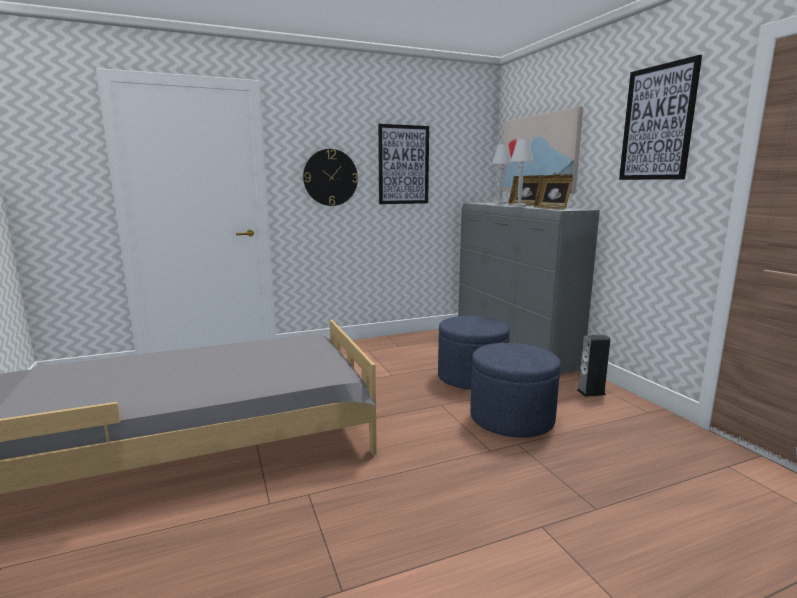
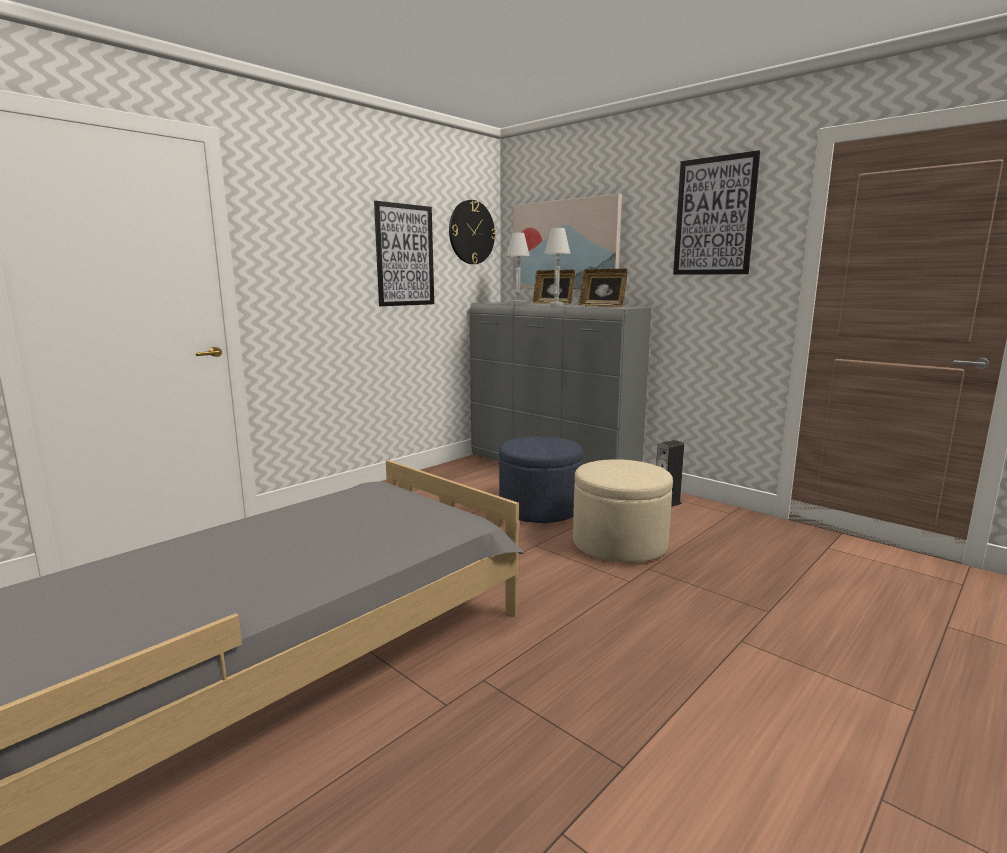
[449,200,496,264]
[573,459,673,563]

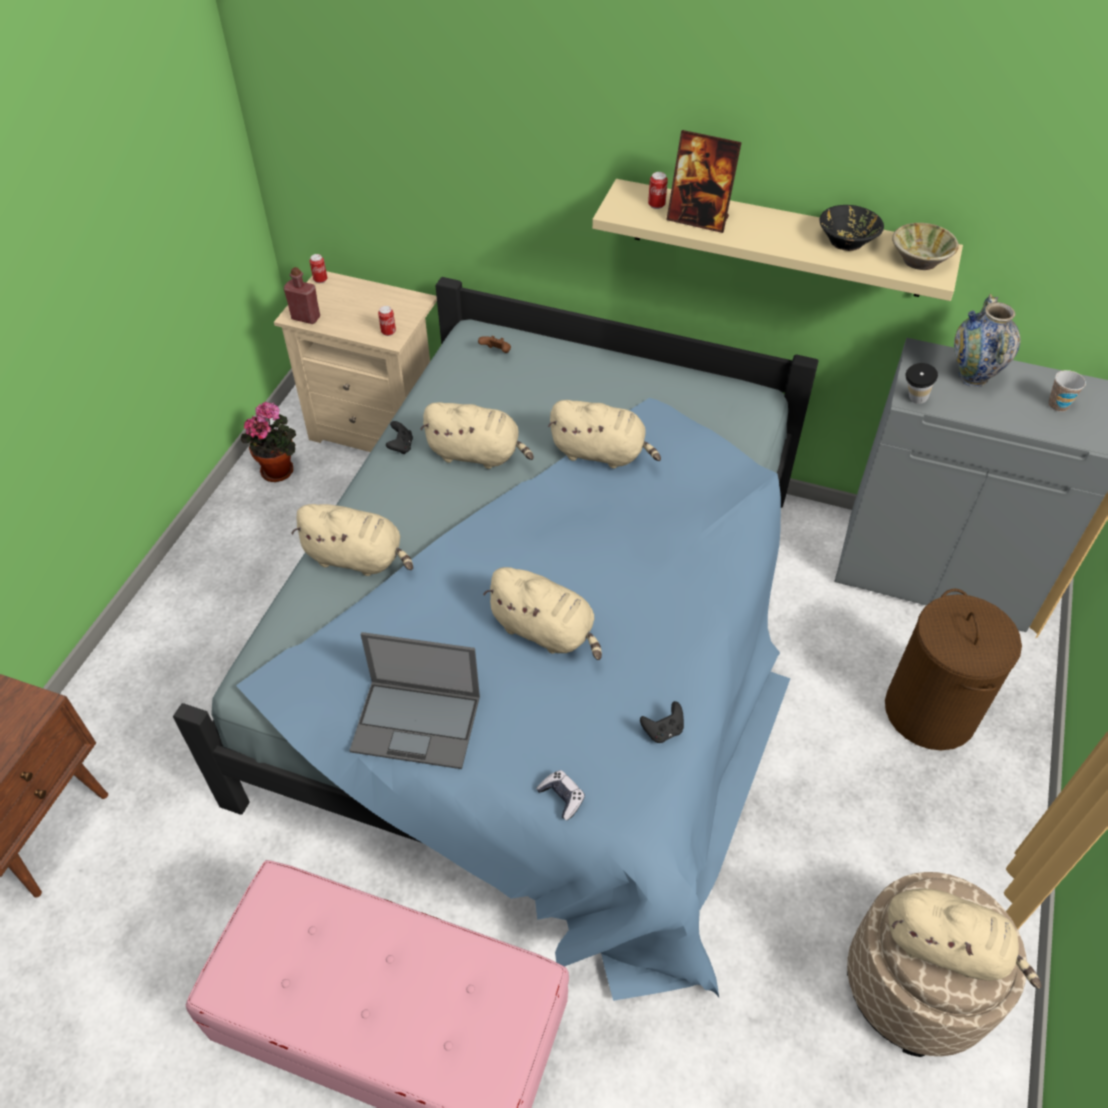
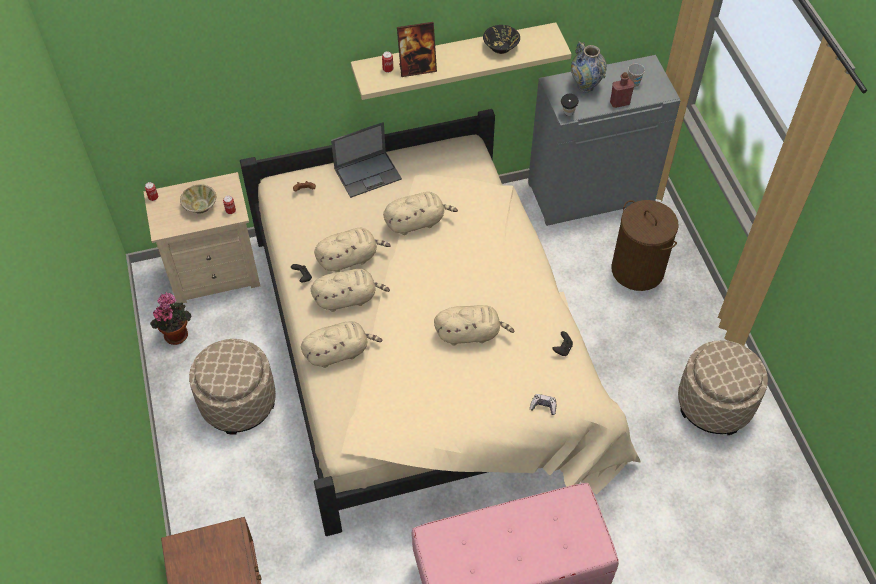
[180,184,216,214]
[189,339,276,435]
[240,109,641,536]
[311,269,390,312]
[331,122,402,198]
[610,72,634,108]

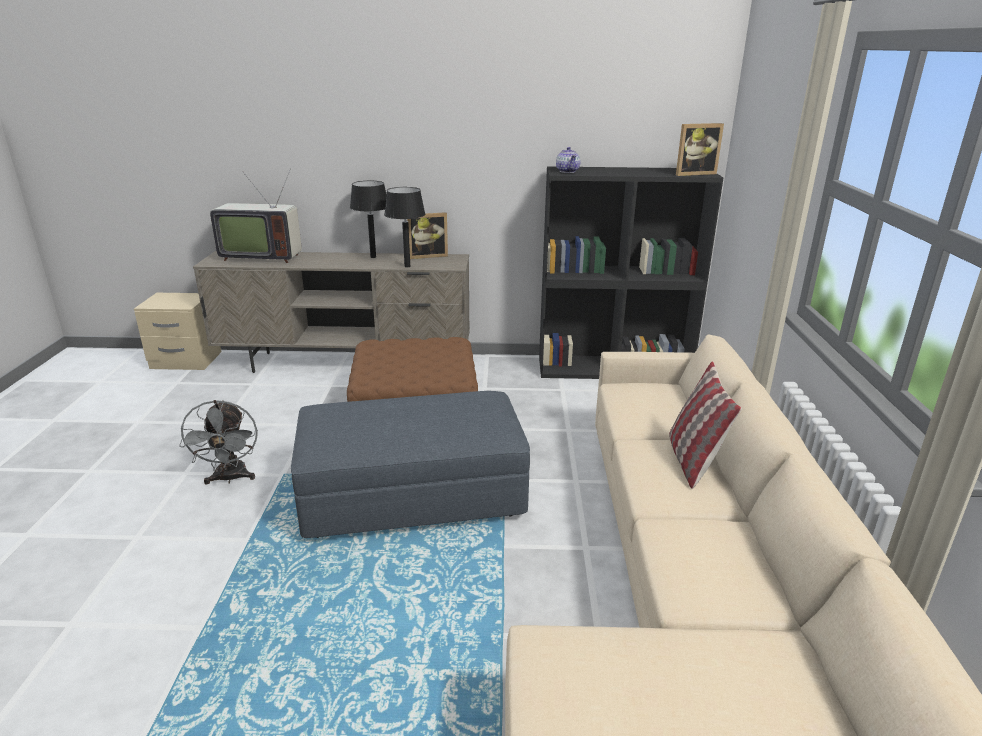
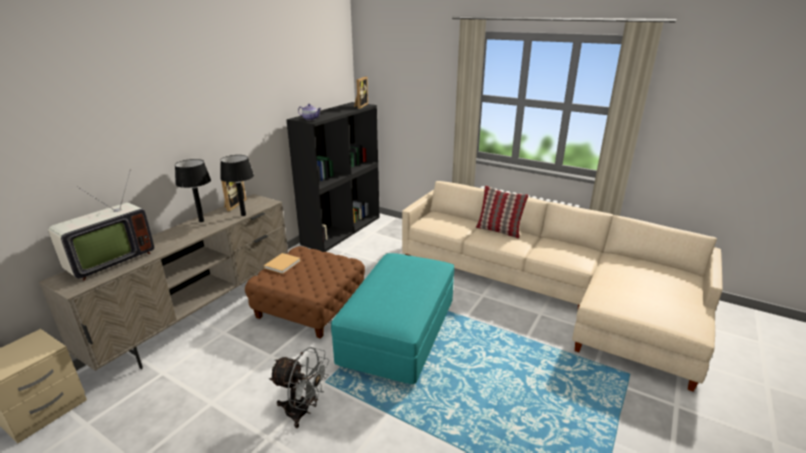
[264,253,300,274]
[331,253,454,384]

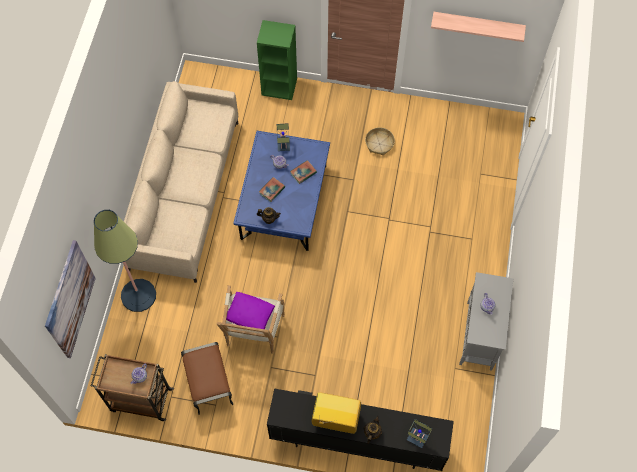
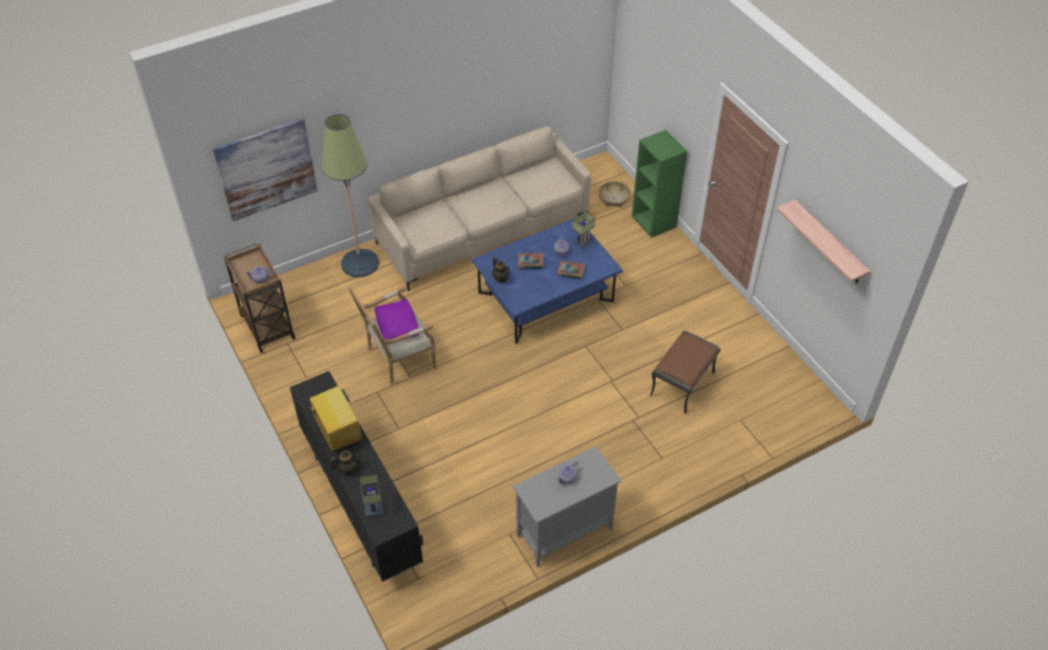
[599,181,631,207]
[650,331,721,414]

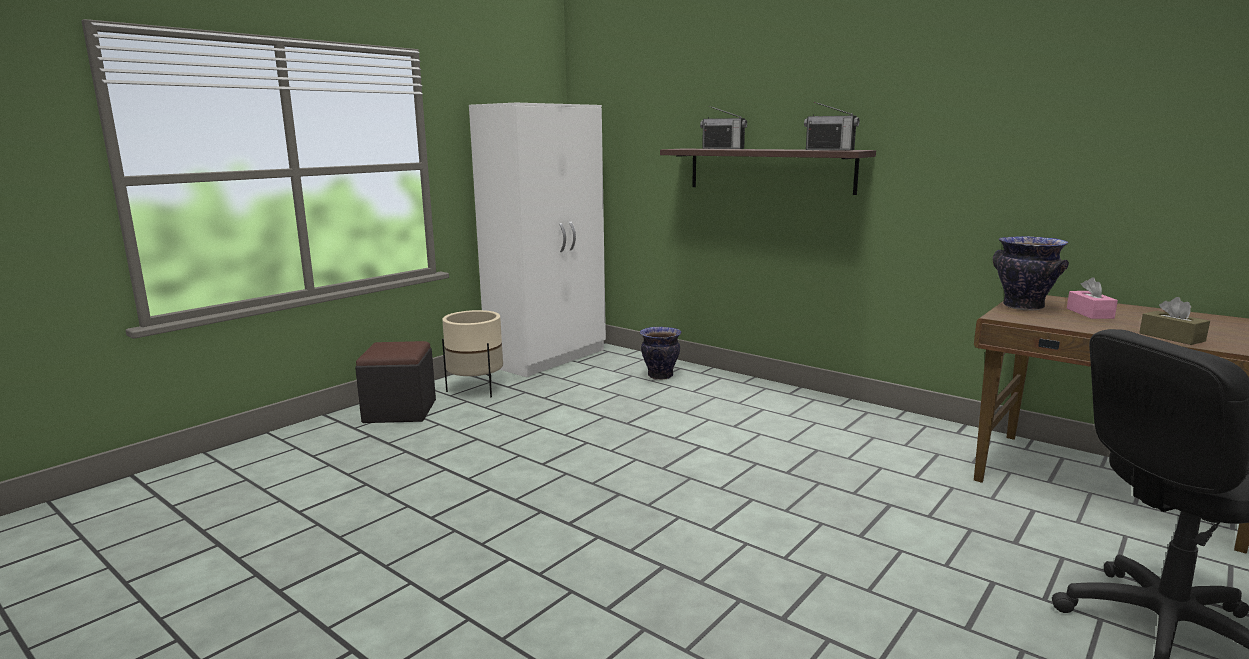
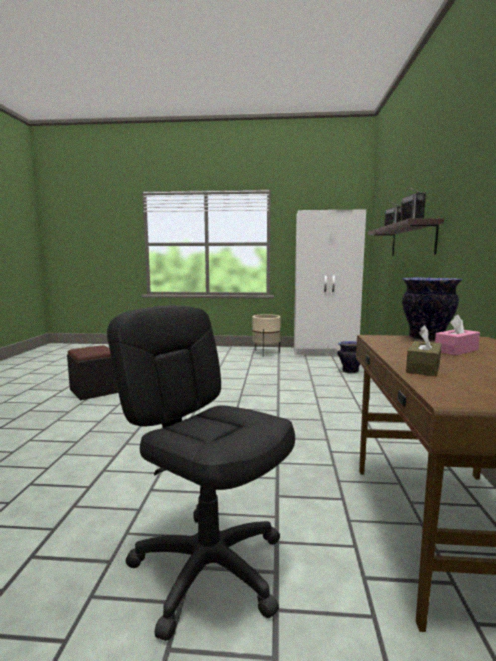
[67,345,118,400]

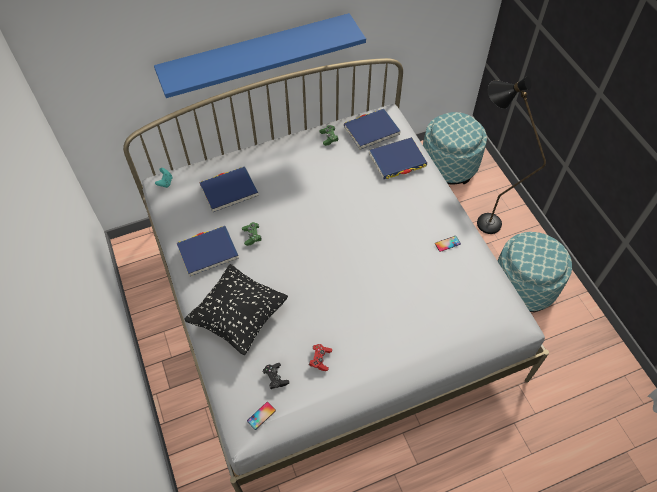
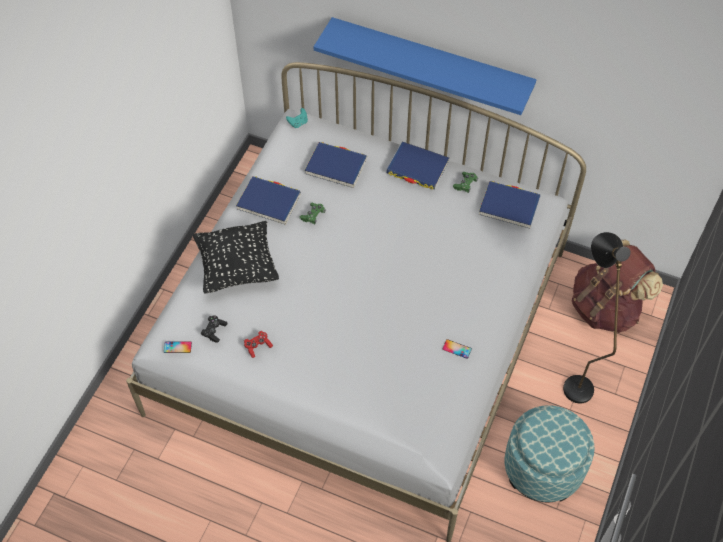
[386,142,449,190]
[572,239,663,333]

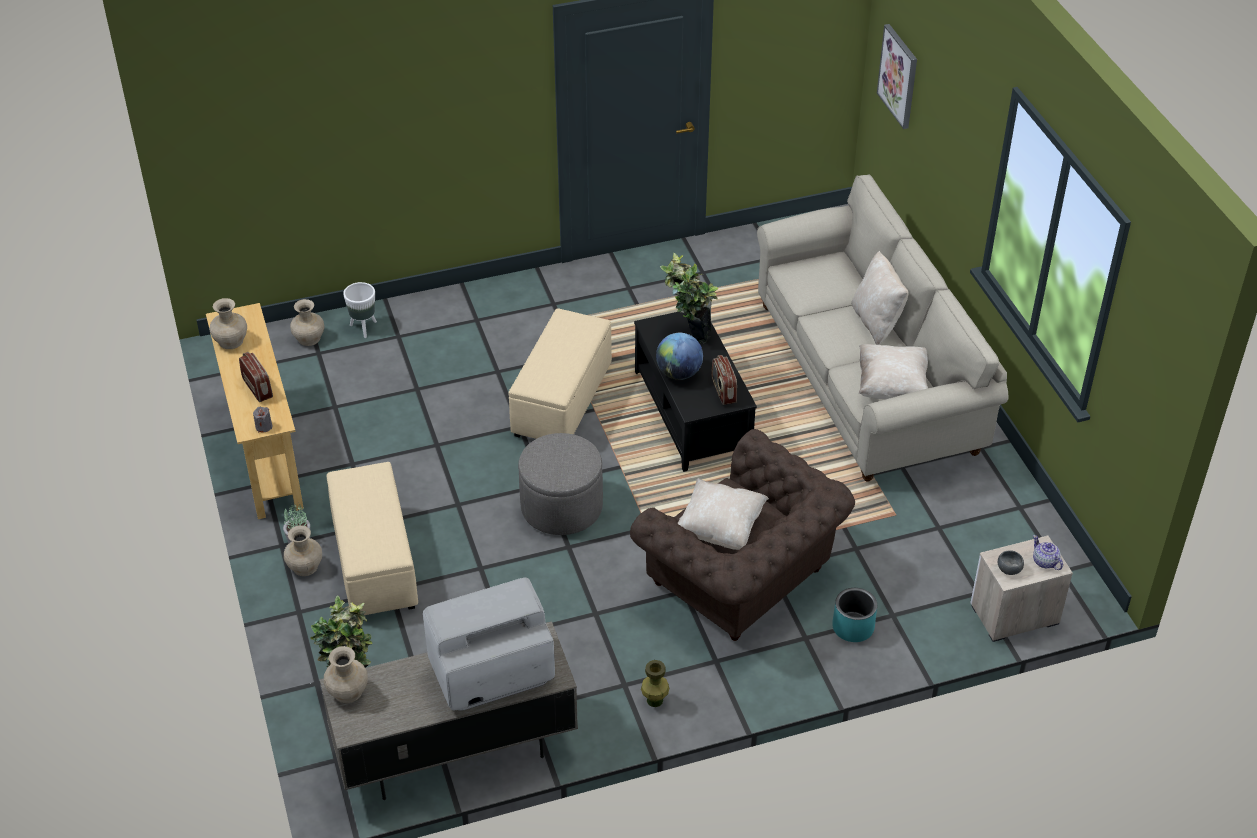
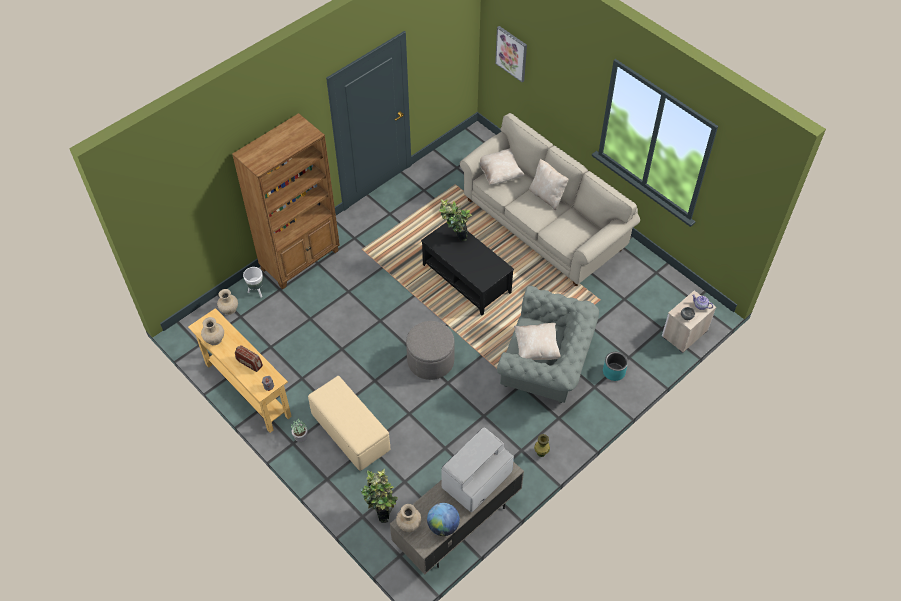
[232,113,340,289]
[427,503,460,536]
[480,149,524,185]
[497,286,599,403]
[284,525,322,576] (first image)
[508,308,612,439] (first image)
[711,355,737,405] (first image)

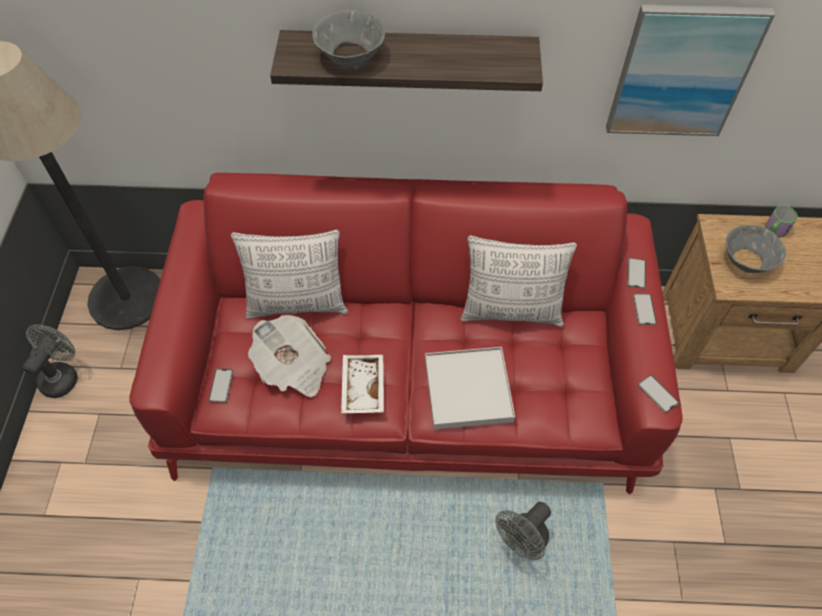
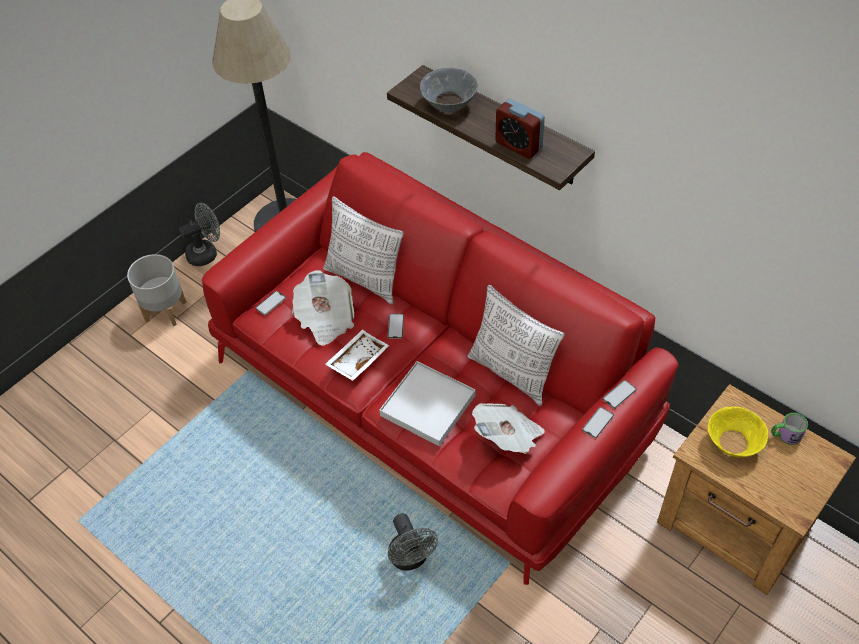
[127,254,187,326]
[387,314,404,339]
[388,514,438,571]
[472,403,545,453]
[495,99,545,159]
[708,406,768,457]
[606,5,775,136] (first image)

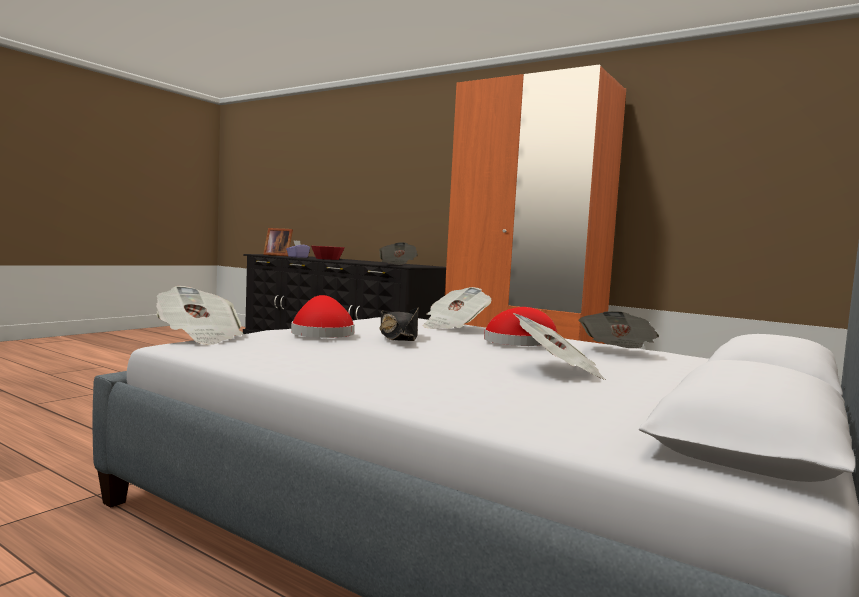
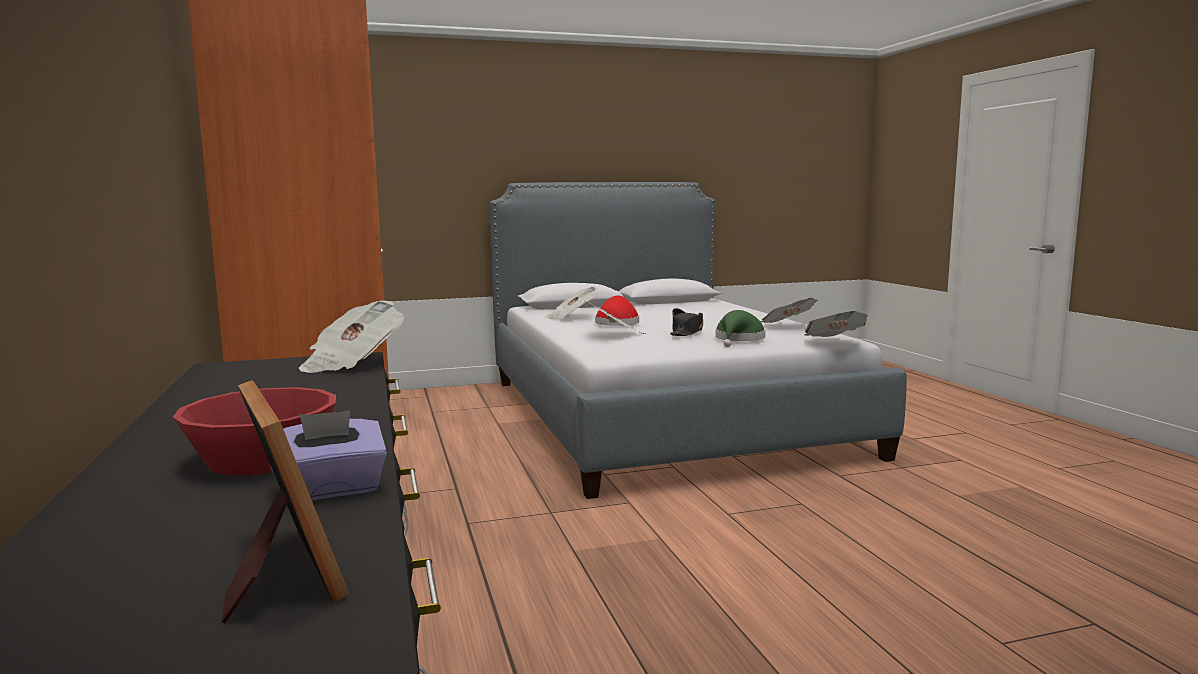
[715,310,765,347]
[760,297,818,323]

